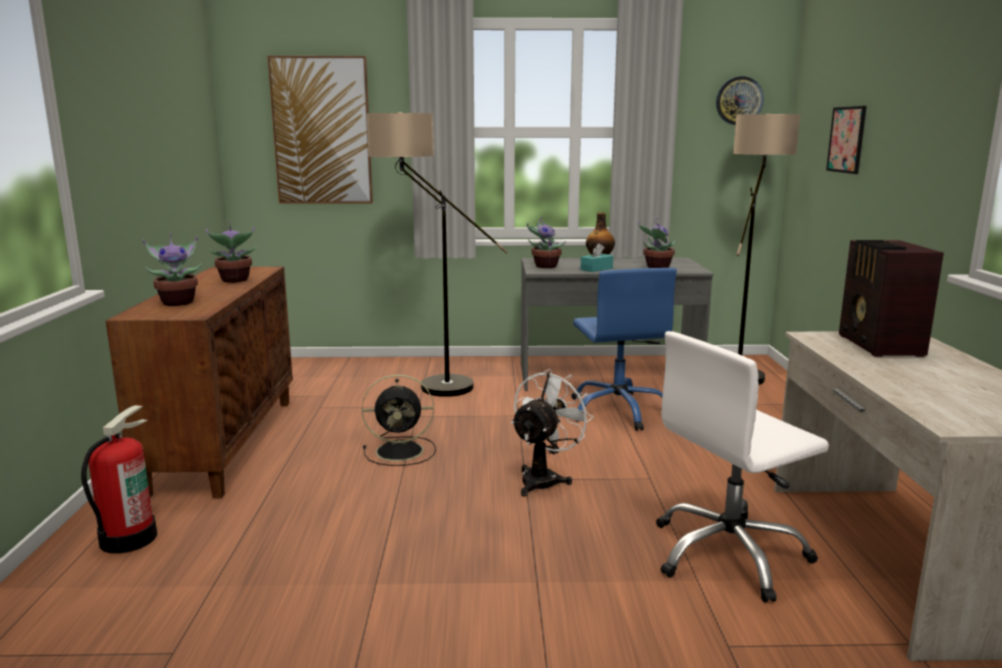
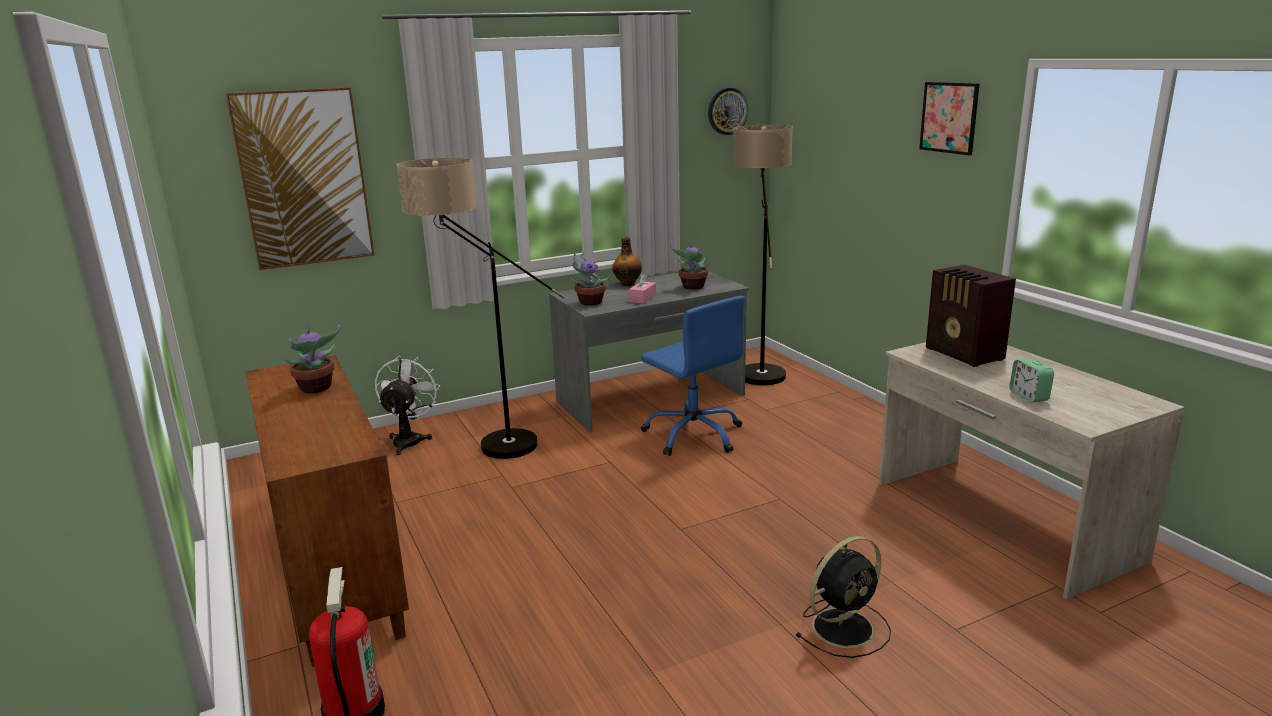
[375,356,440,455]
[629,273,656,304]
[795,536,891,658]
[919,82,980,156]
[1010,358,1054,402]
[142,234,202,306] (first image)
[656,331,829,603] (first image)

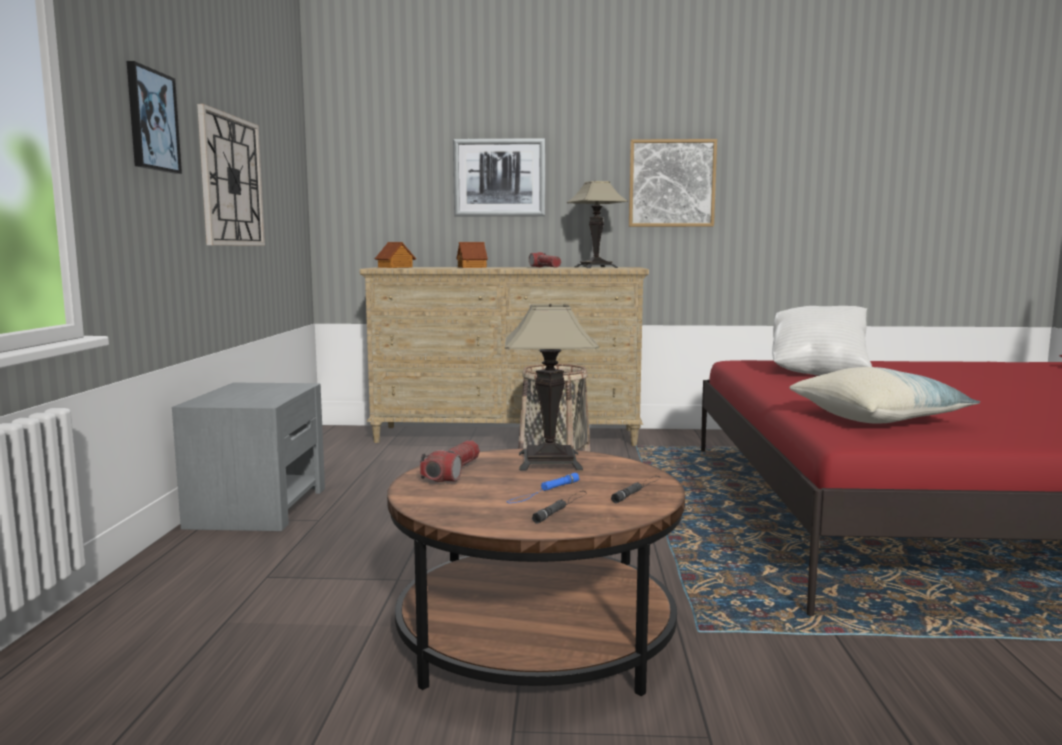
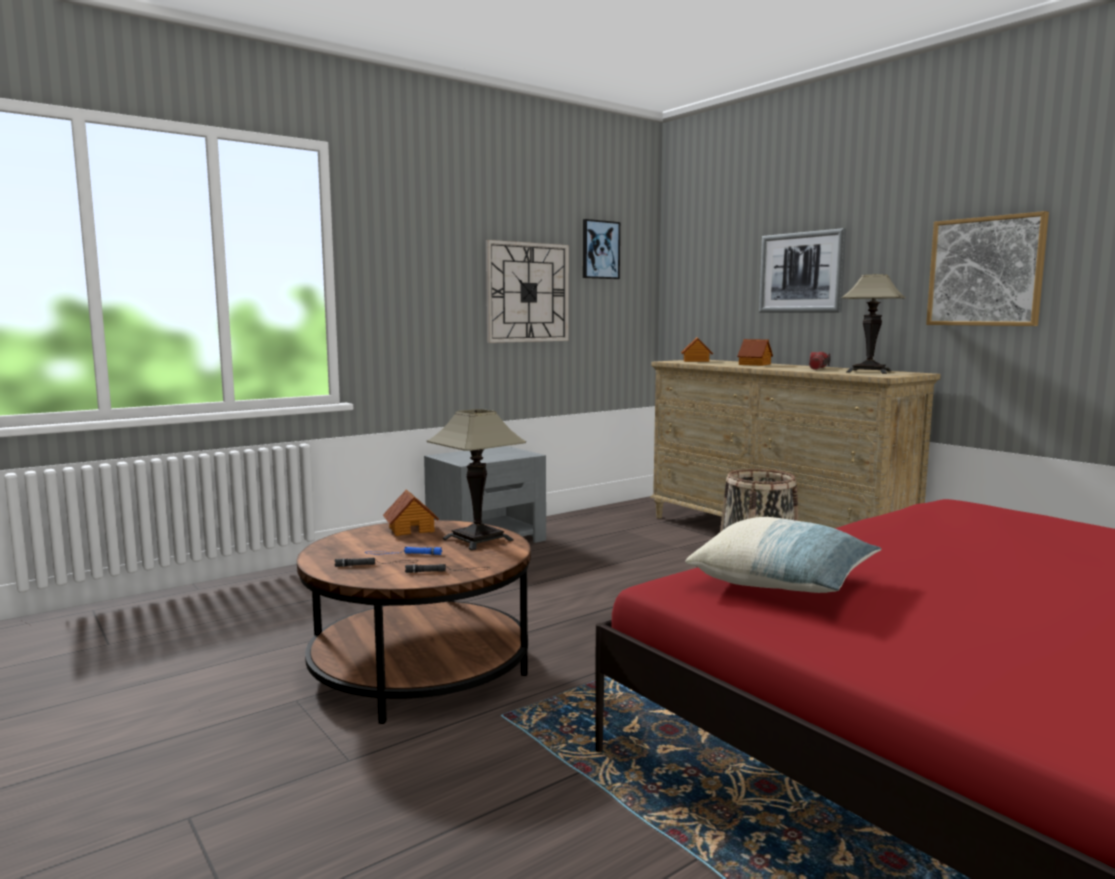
[383,489,439,536]
[583,219,620,279]
[772,306,872,375] (first image)

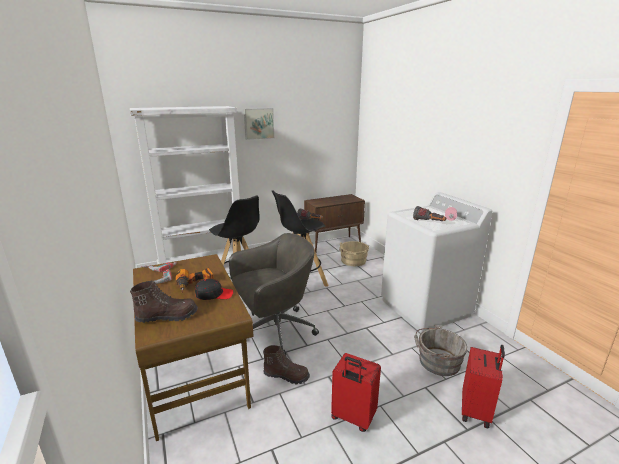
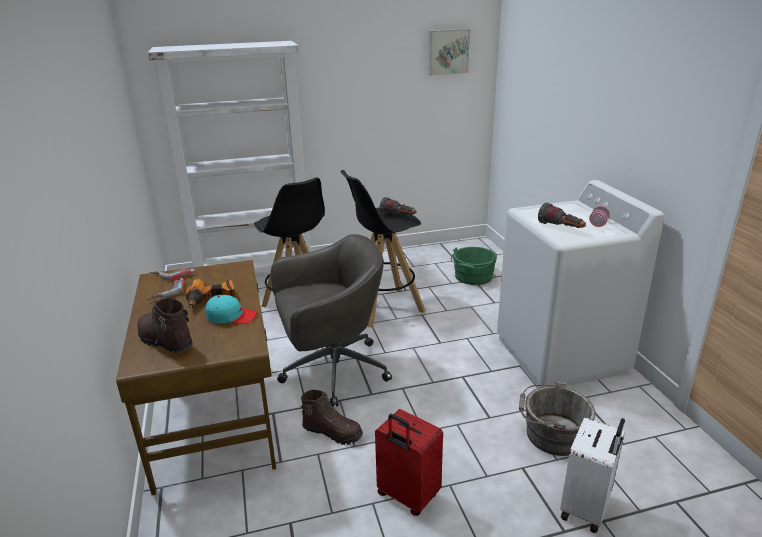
[138,298,193,353]
[205,295,257,324]
[428,29,470,76]
[451,247,497,285]
[560,417,625,533]
[304,194,365,252] (first image)

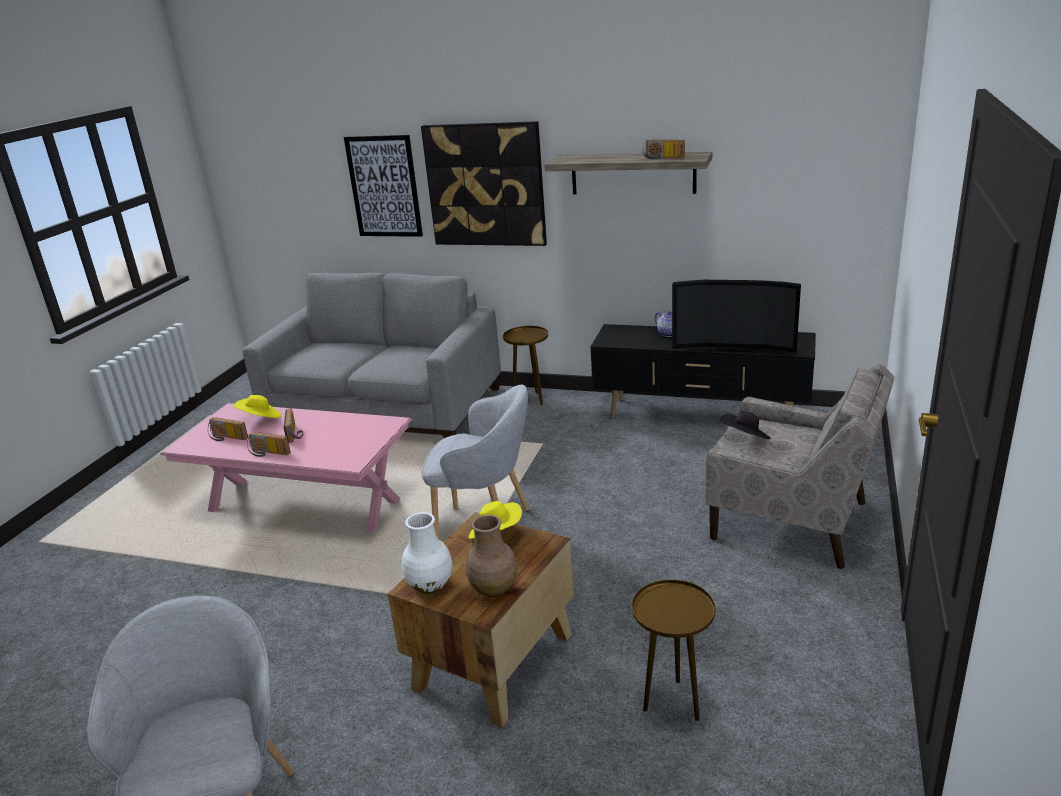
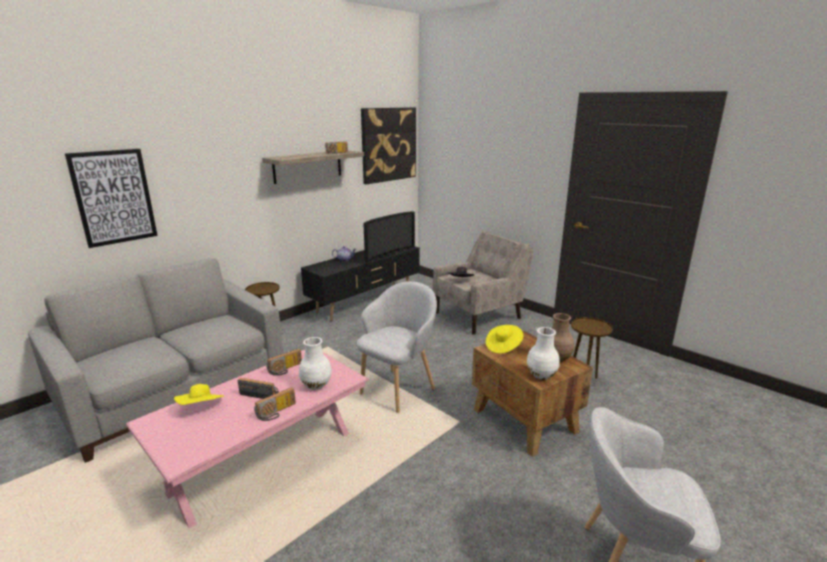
[266,349,302,376]
[299,337,332,390]
[361,107,416,184]

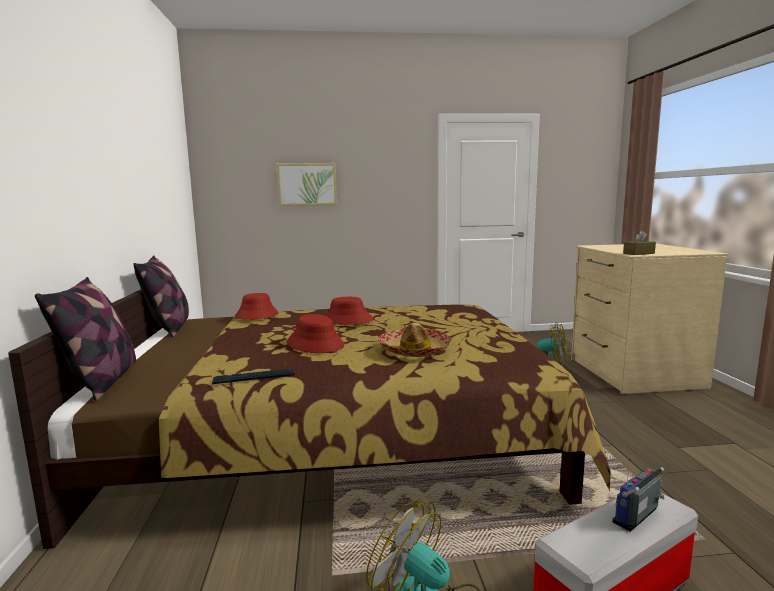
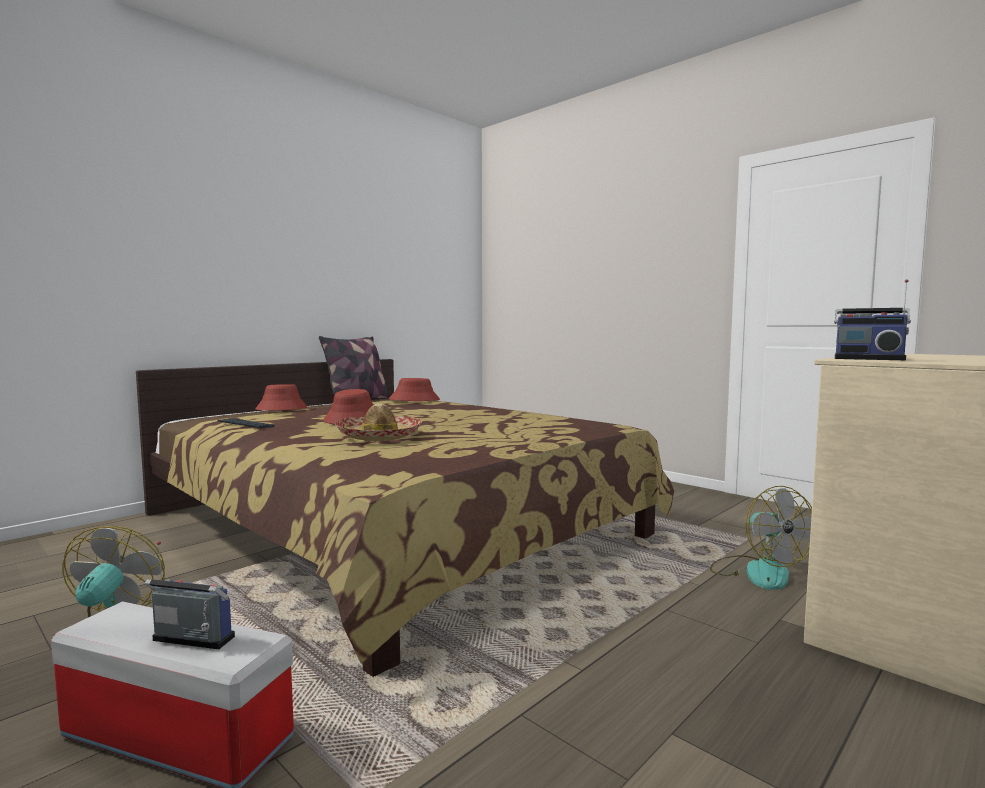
[255,384,307,411]
[834,279,911,360]
[35,277,136,401] (first image)
[276,163,337,206] (first image)

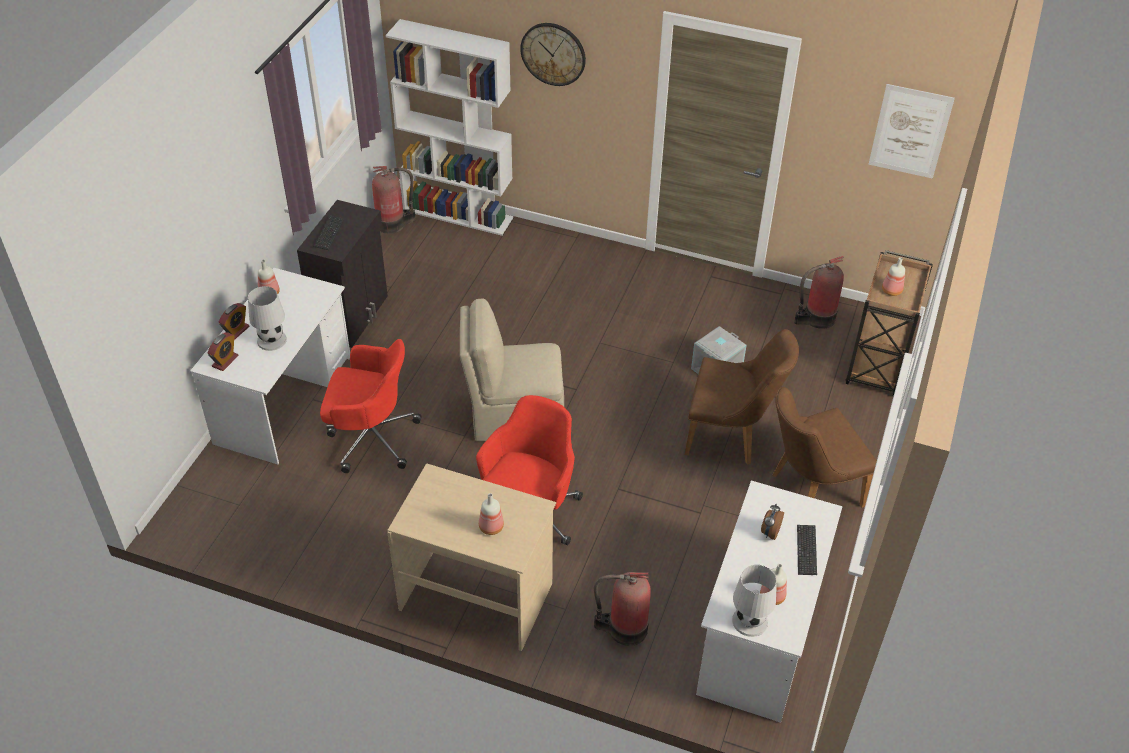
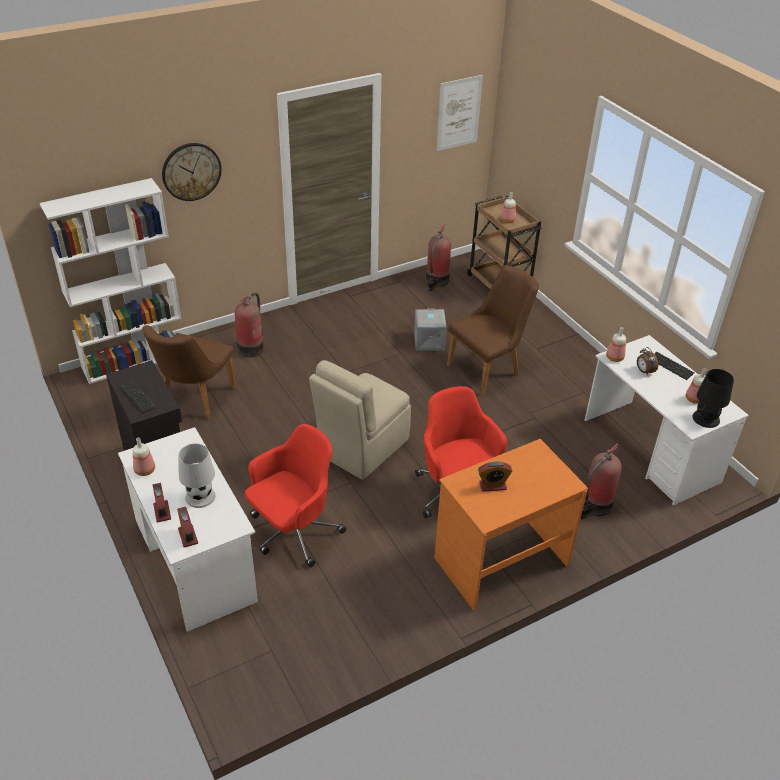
[142,325,236,419]
[235,292,264,358]
[434,439,588,611]
[478,461,512,492]
[606,327,626,362]
[693,369,734,428]

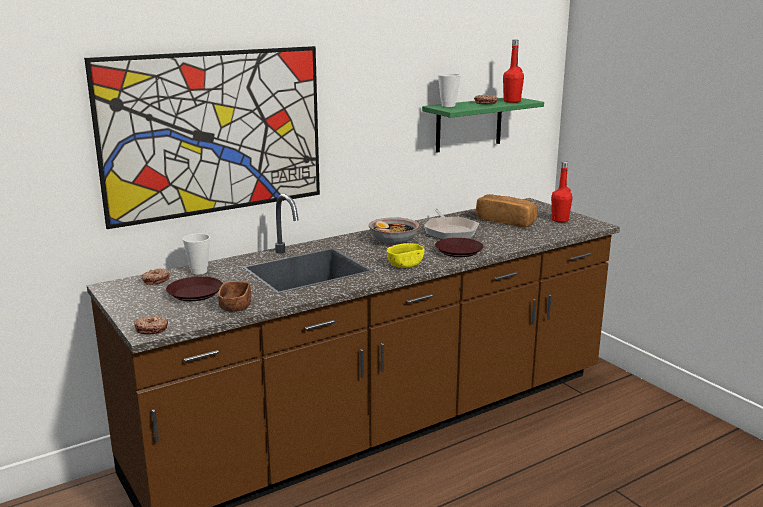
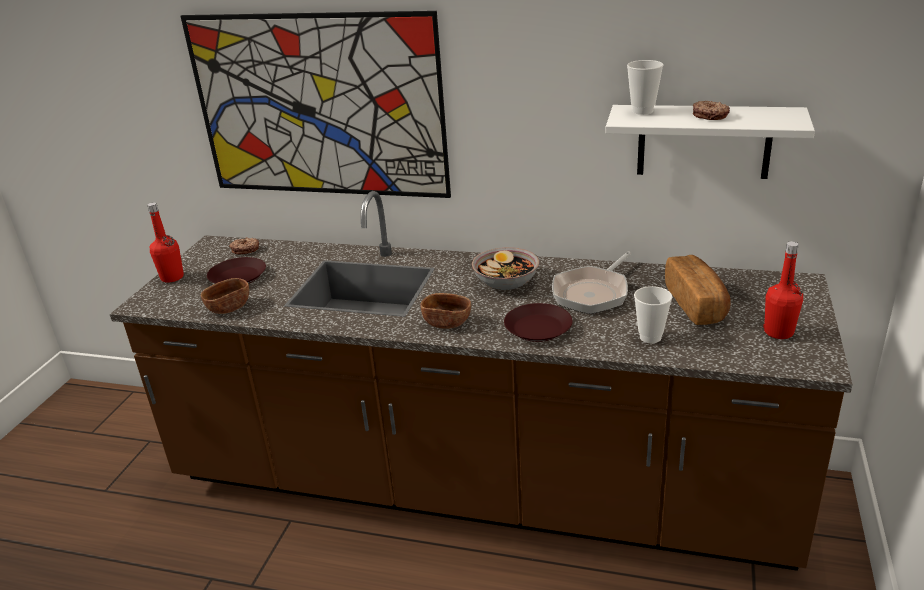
[147,202,184,283]
[420,293,471,329]
[605,105,815,179]
[634,286,672,343]
[134,315,168,334] (first image)

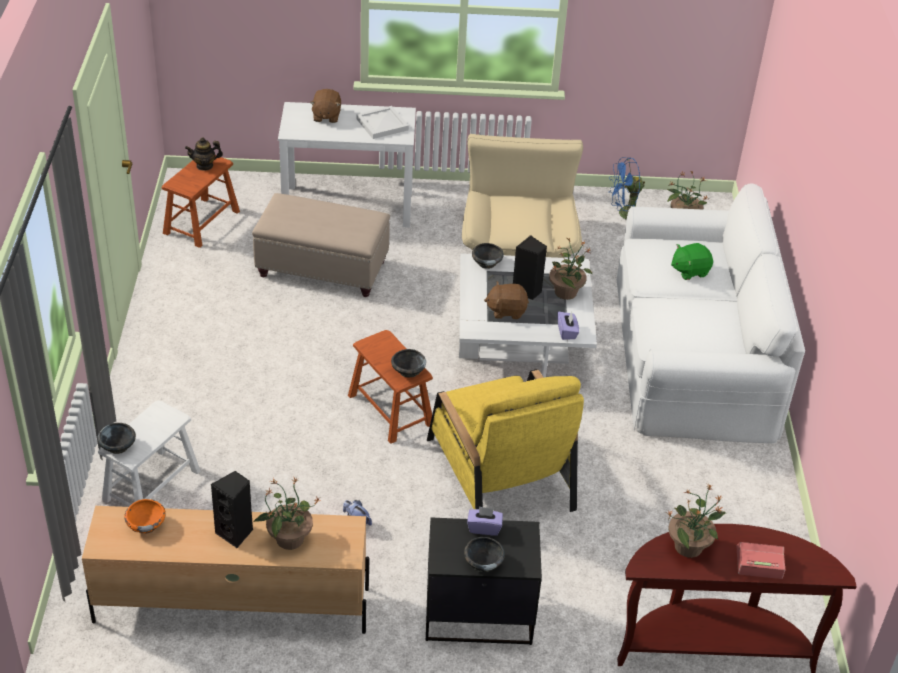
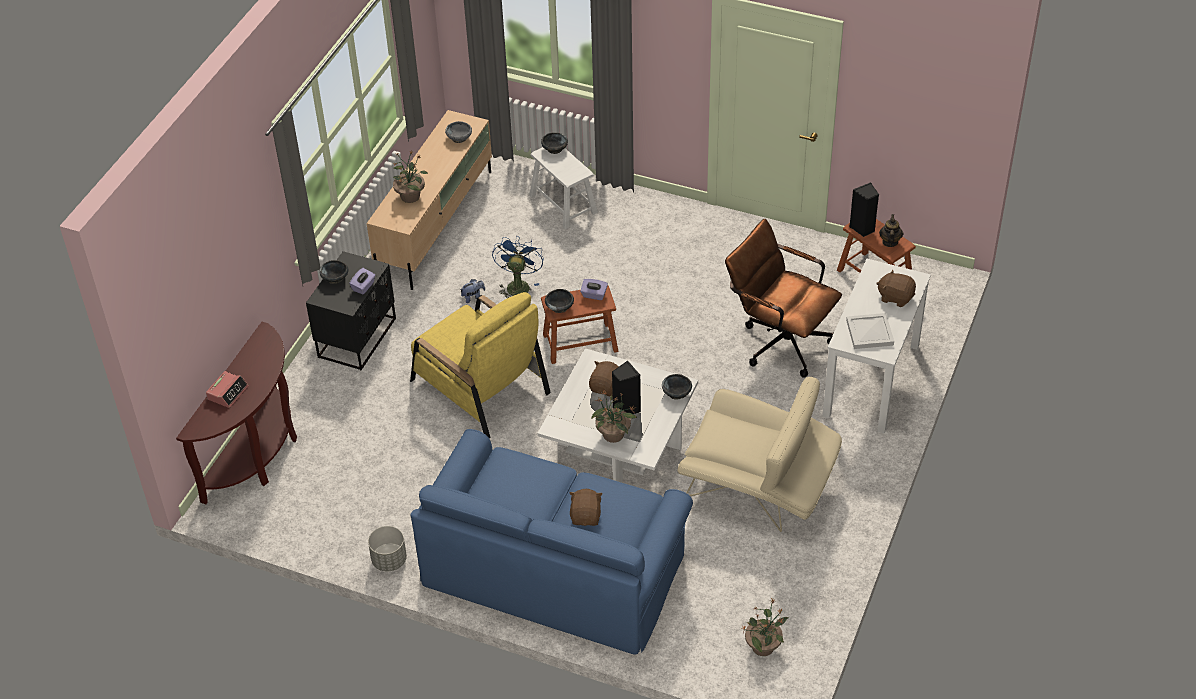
[368,526,407,571]
[410,292,551,438]
[410,429,693,655]
[445,121,472,143]
[492,236,544,298]
[569,489,603,526]
[580,279,608,300]
[725,219,842,378]
[849,182,879,237]
[667,483,726,558] (first image)

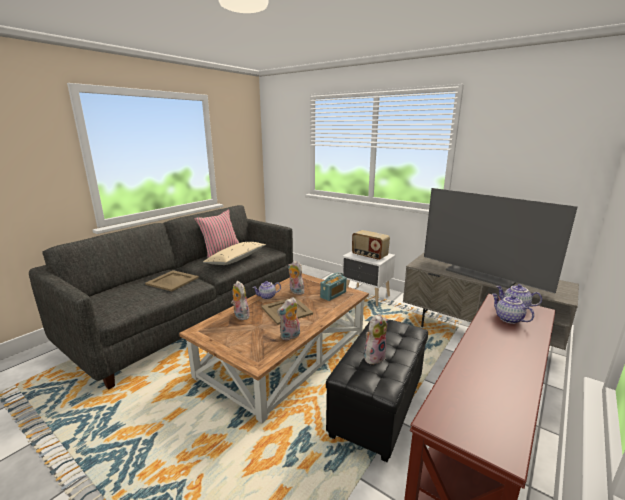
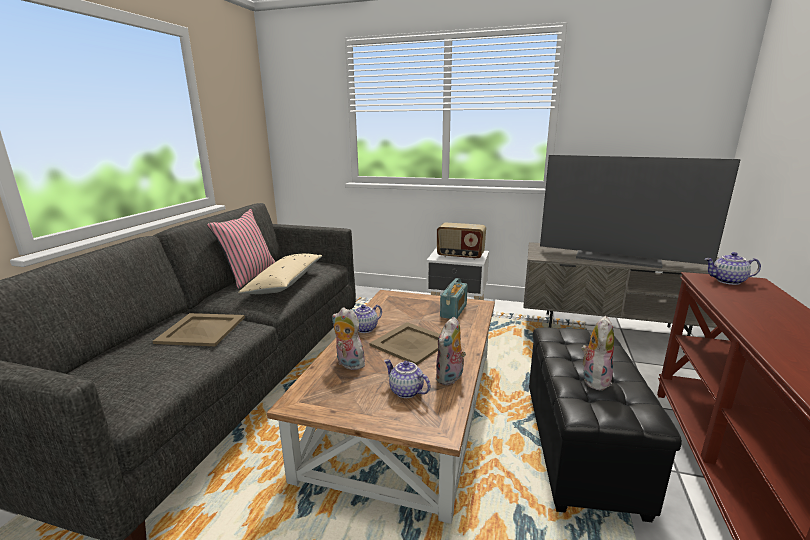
[384,359,430,398]
[288,261,304,295] (first image)

